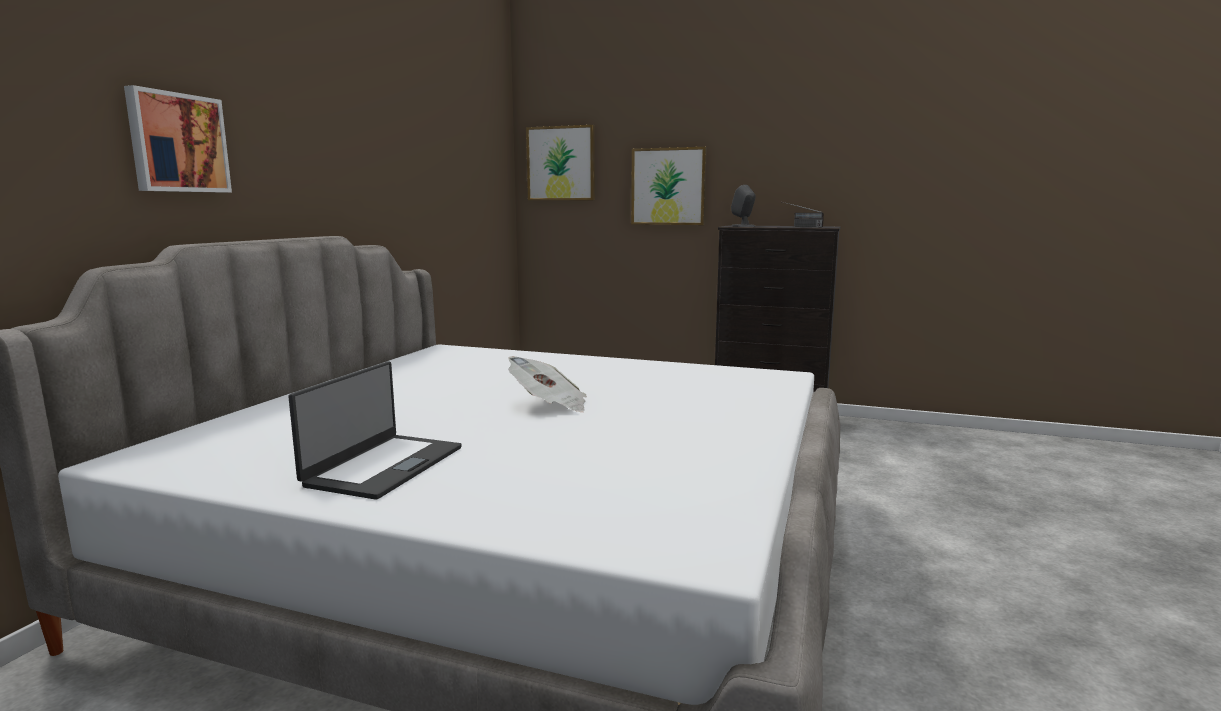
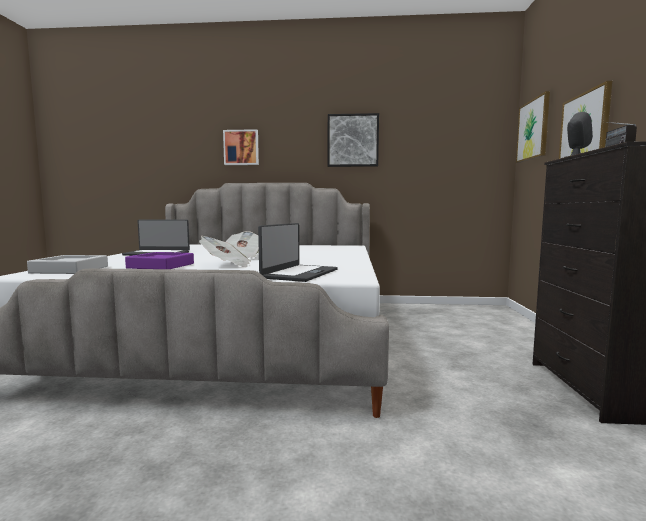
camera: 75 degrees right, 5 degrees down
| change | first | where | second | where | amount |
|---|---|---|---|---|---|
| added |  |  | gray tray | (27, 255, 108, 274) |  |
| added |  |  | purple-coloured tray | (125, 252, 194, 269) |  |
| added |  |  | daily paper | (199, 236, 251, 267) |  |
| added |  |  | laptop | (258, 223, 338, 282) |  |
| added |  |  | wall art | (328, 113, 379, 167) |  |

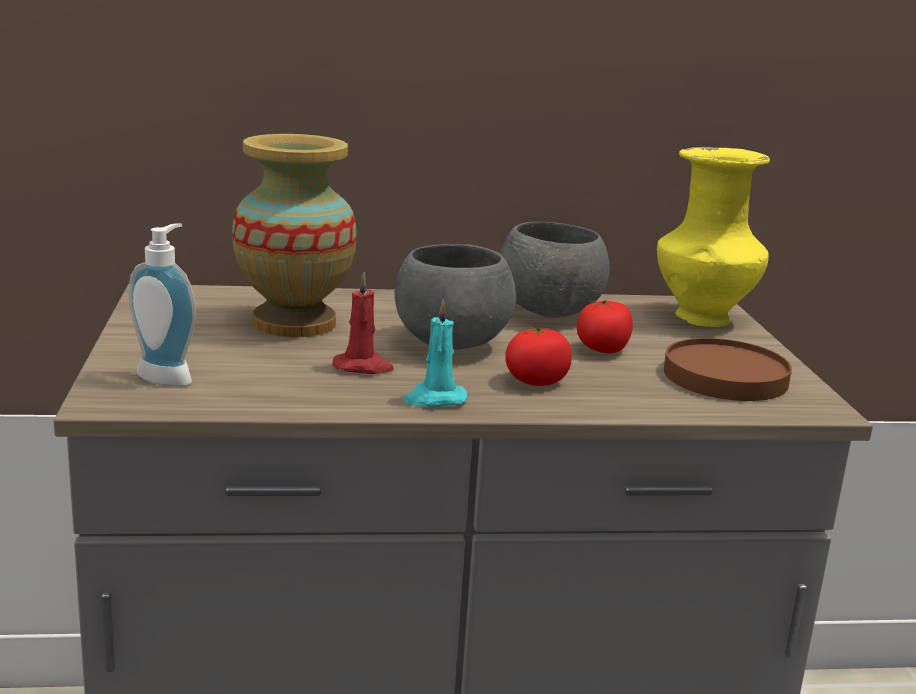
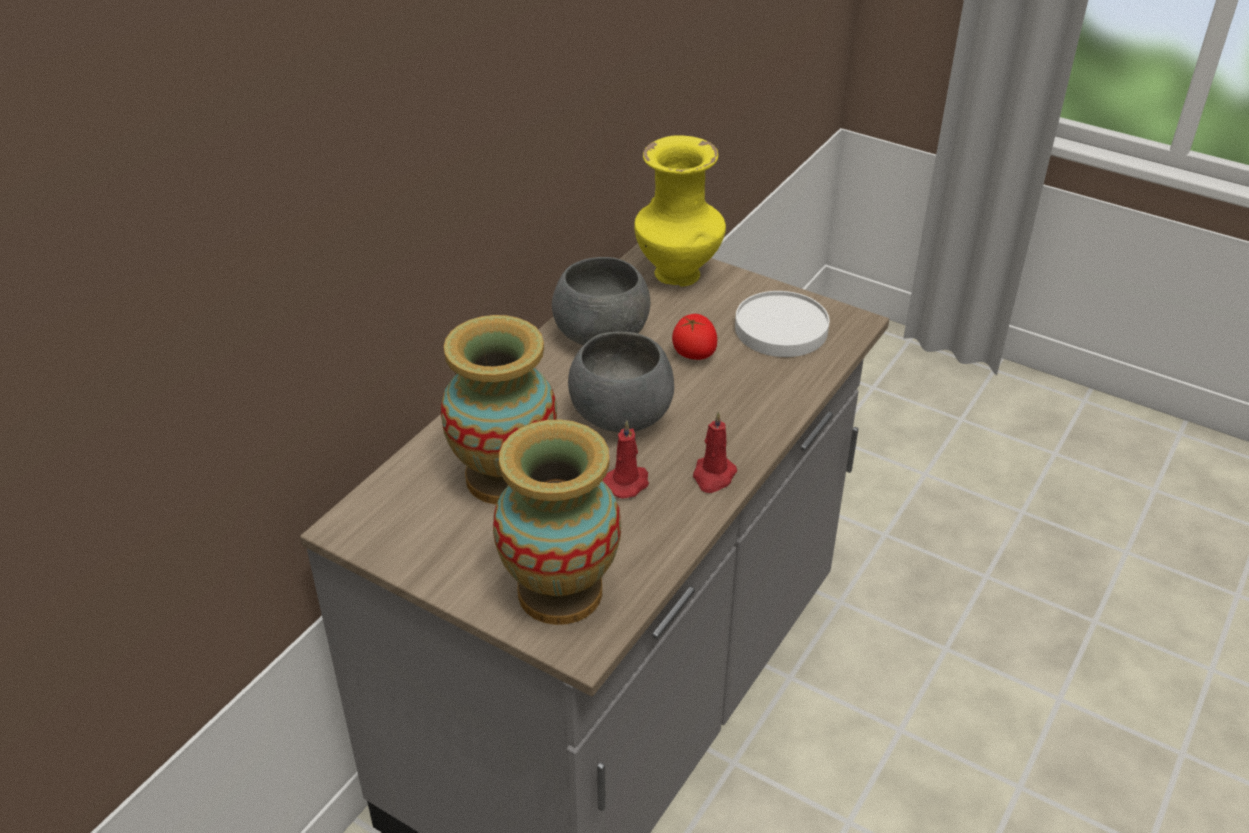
camera: 50 degrees left, 20 degrees up
| change | first | where | second | where | amount |
|---|---|---|---|---|---|
| removed | fresh tomato | (505, 325, 572, 386) |  |  |  |
| replaced | soap dispenser | (128, 223, 196, 387) | flower vase | (493, 419, 621, 625) |  |
| recoloured | blue-green candle | (403, 299, 468, 407) | red-coloured candle | (693, 411, 737, 493) |  |
| recoloured | brown-coloured dinner plate | (664, 338, 792, 401) | whitish dinner plate | (735, 291, 830, 357) |  |

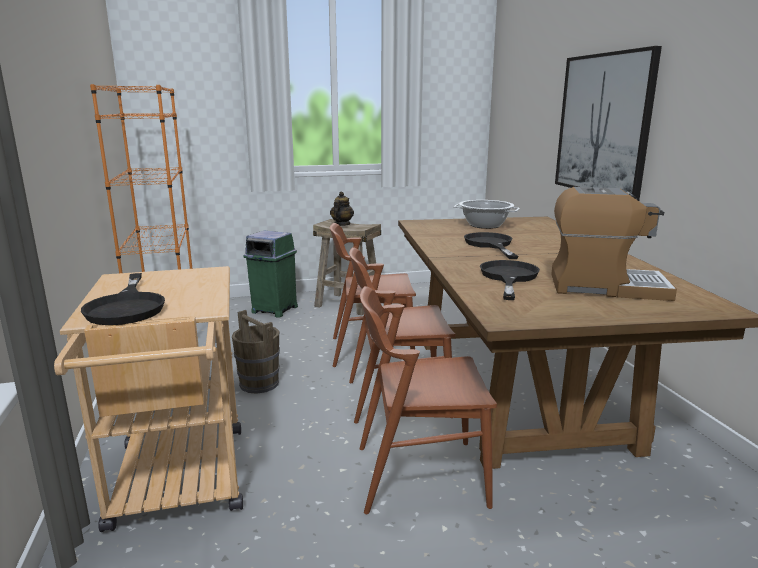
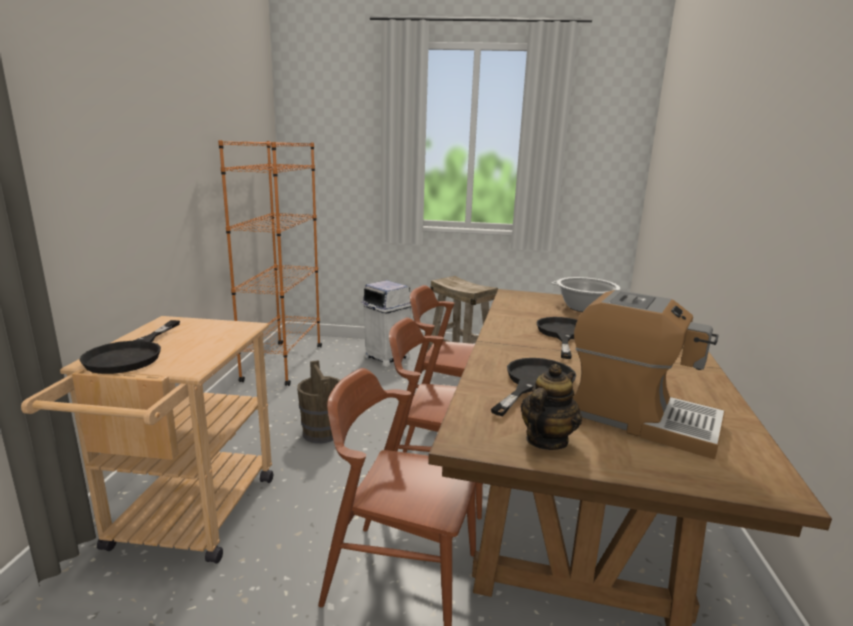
camera: 20 degrees right, 0 degrees up
| change | first | where | second | where | amount |
|---|---|---|---|---|---|
| removed | wall art | (555, 46, 662, 201) |  |  |  |
| moved | pot for tea | (330, 192, 354, 226) |  | (521, 364, 582, 450) |  |
| recoloured | green rubbish bin | (244, 230, 298, 318) | whitish rubbish bin | (361, 280, 411, 367) |  |

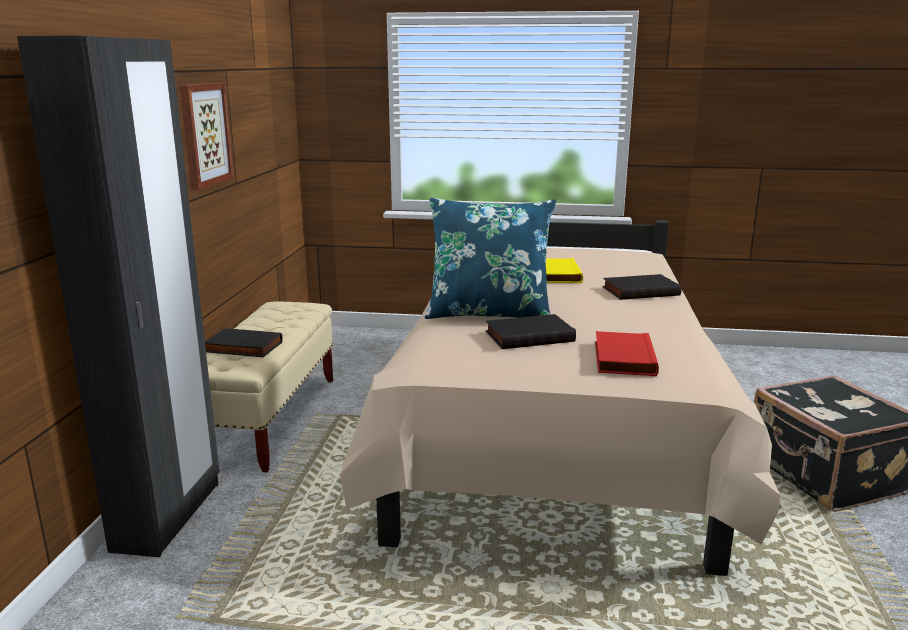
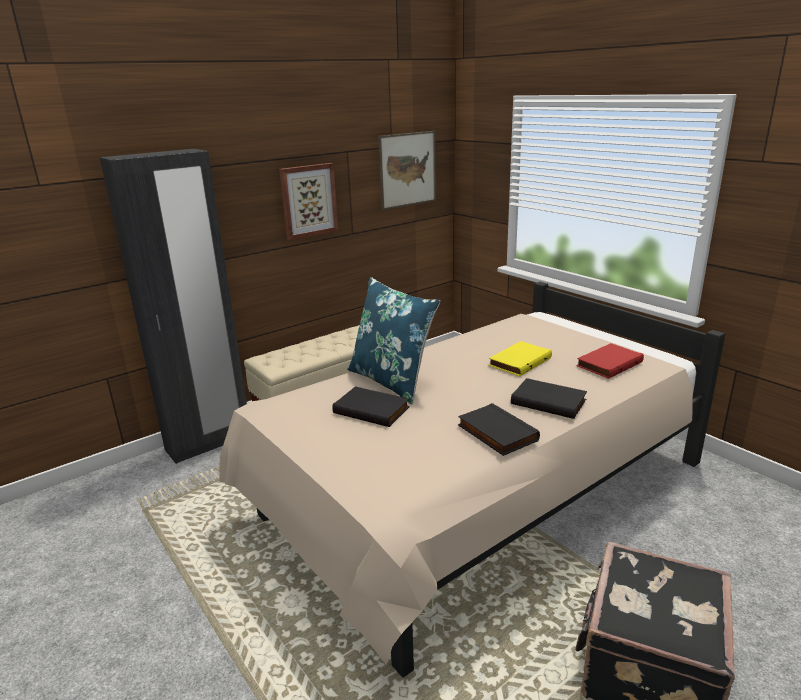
camera: 45 degrees right, 5 degrees up
| change | first | where | second | where | amount |
|---|---|---|---|---|---|
| added |  |  | wall art | (378, 131, 436, 210) |  |
| moved | black bound book | (205, 328, 283, 357) |  | (458, 403, 540, 456) |  |
| moved | red-coloured bound book | (595, 331, 659, 376) |  | (576, 343, 644, 379) |  |

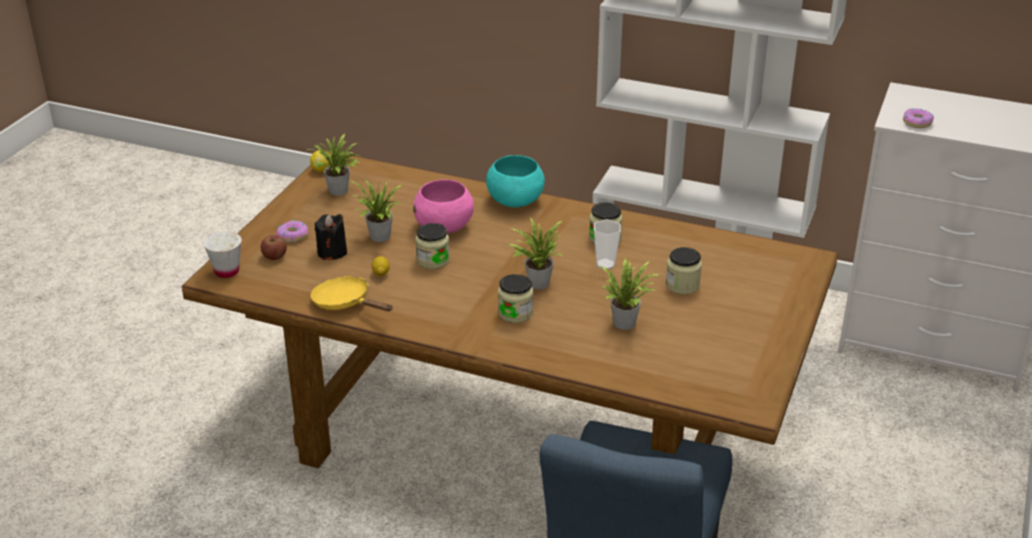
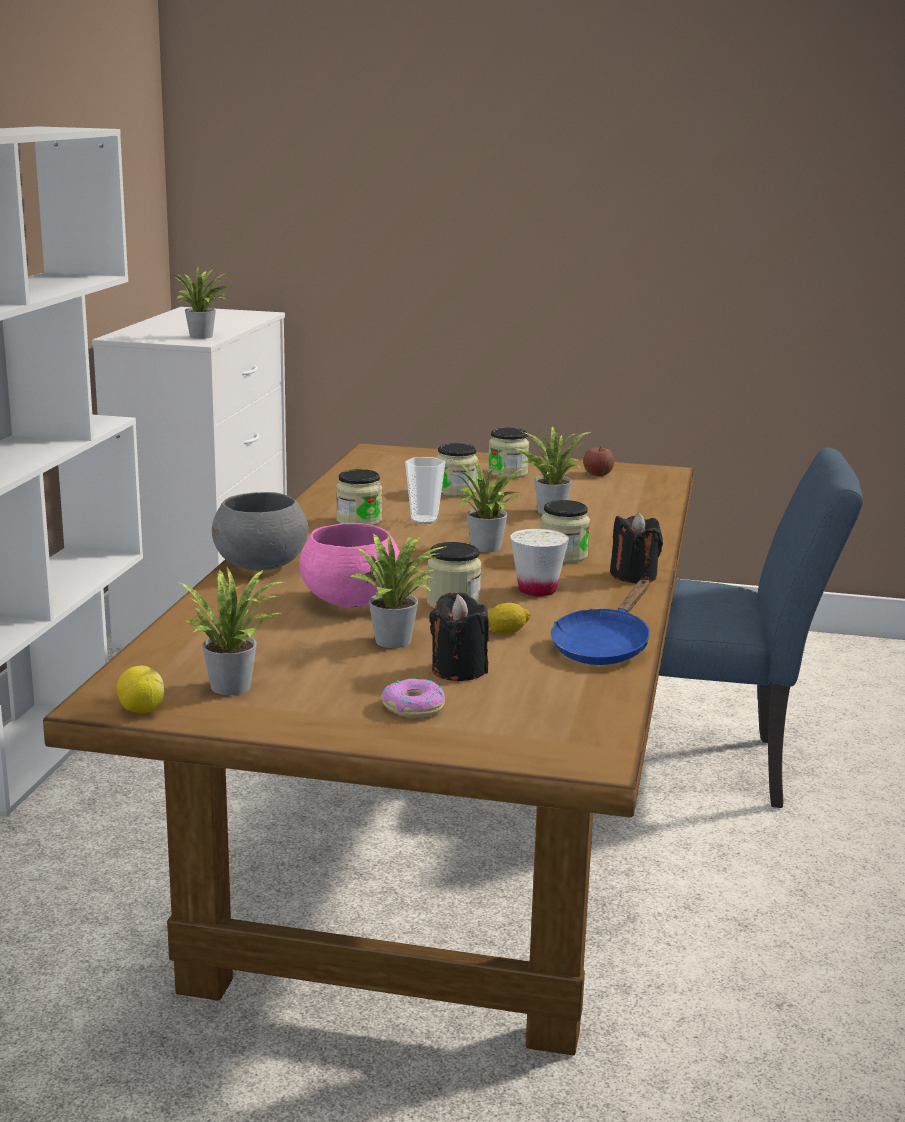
camera: 100 degrees left, 15 degrees down
| change | first | where | second | where | amount |
|---|---|---|---|---|---|
| added |  |  | jar | (488, 428, 529, 478) |  |
| added |  |  | black candle | (610, 512, 663, 583) |  |
| moved | whitish drinking cup | (203, 232, 242, 278) |  | (510, 529, 569, 596) |  |
| moved | whole apple | (261, 235, 287, 260) |  | (583, 446, 614, 476) |  |
| replaced | donut | (903, 108, 934, 128) | plant in a pot | (169, 266, 233, 339) |  |
| recoloured | yellowish pan | (311, 276, 393, 311) | blue pan | (551, 580, 650, 665) |  |
| recoloured | blue-green deep dish | (486, 155, 545, 207) | gray deep dish | (212, 492, 308, 571) |  |

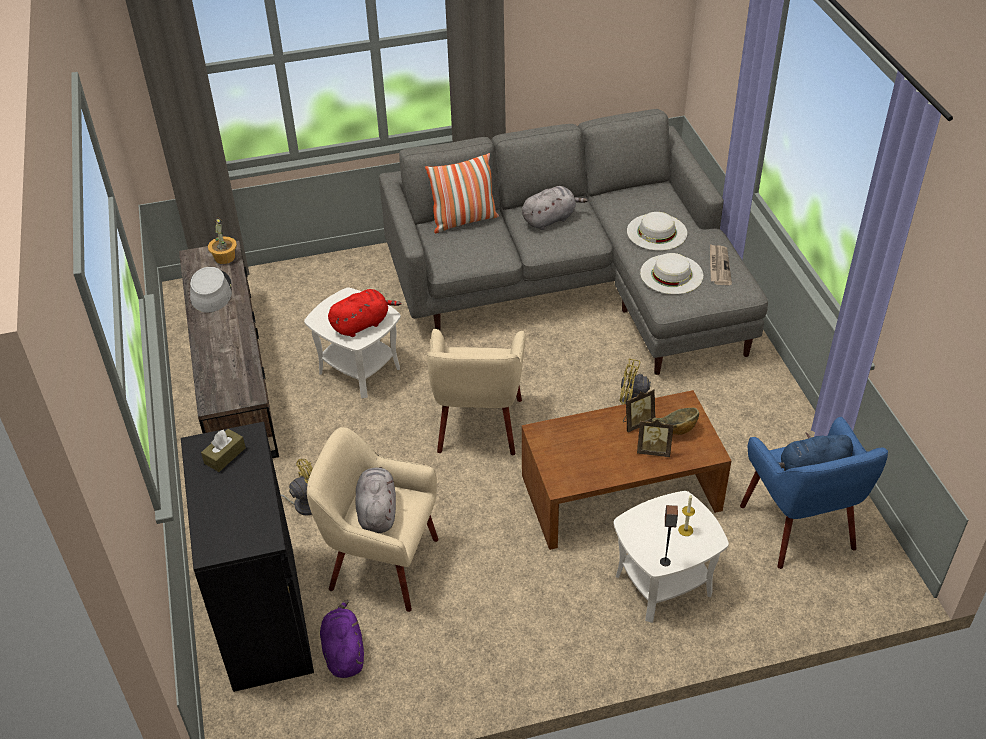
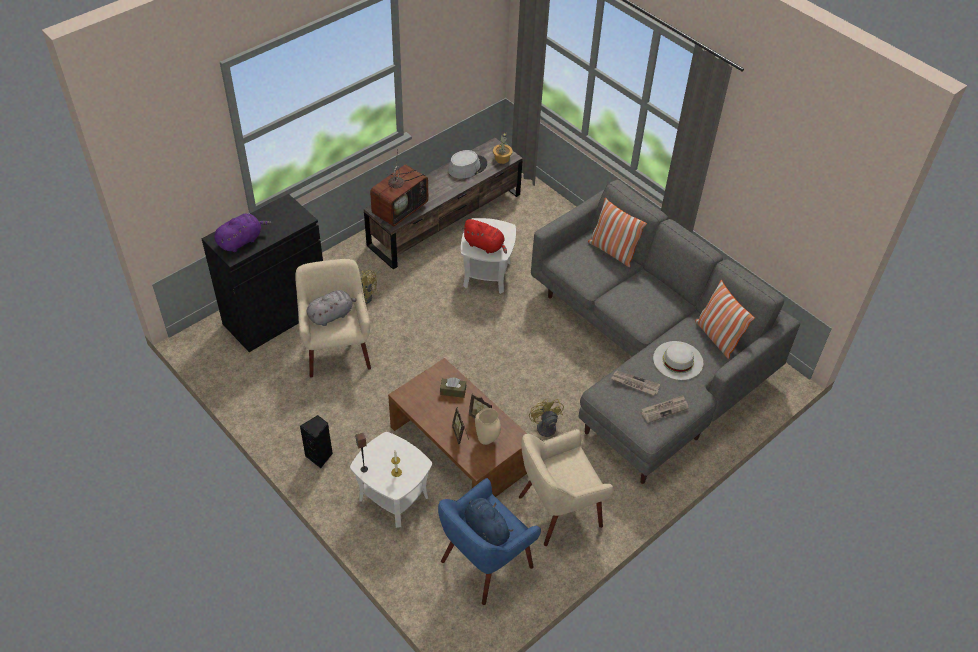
camera: 60 degrees right, 5 degrees up
| change | first | where | second | where | amount |
|---|---|---|---|---|---|
| removed | gray soft toy | (522, 186, 588, 230) |  |  |  |
| added |  |  | black audio speaker | (300, 415, 333, 468) |  |
| added |  |  | TV set | (370, 148, 428, 227) |  |
| added |  |  | throw pillow | (695, 280, 755, 359) |  |
| moved | brown-coloured box of tissues | (201, 429, 246, 472) |  | (440, 378, 466, 398) |  |
| moved | purple-coloured soft toy | (320, 599, 364, 678) |  | (214, 213, 271, 252) |  |
| moved | sand-coloured easy chair | (427, 329, 526, 455) |  | (519, 429, 614, 546) |  |
| replaced | whitish wearable hat | (640, 253, 703, 294) | daily paper | (611, 370, 660, 395) |  |
| replaced | deep dish | (652, 407, 699, 435) | sand-coloured flower vase | (475, 408, 501, 445) |  |

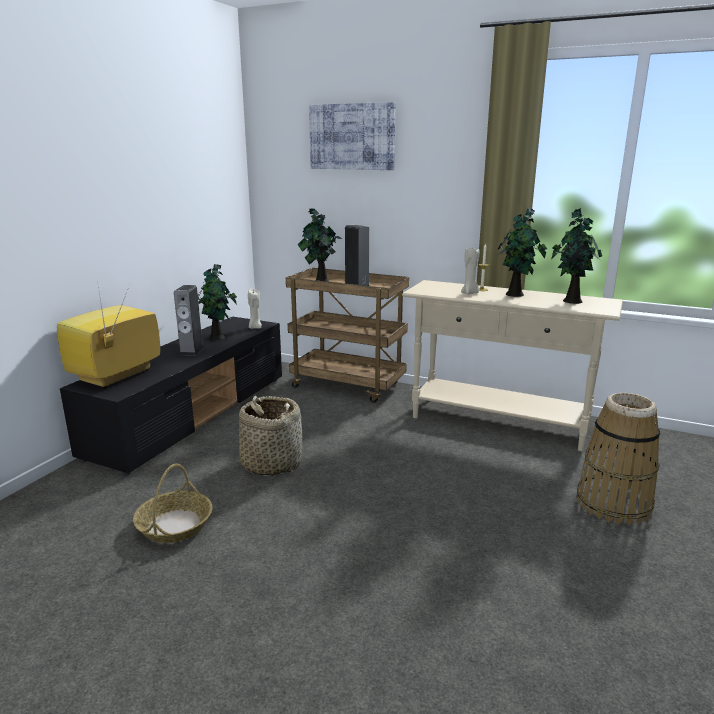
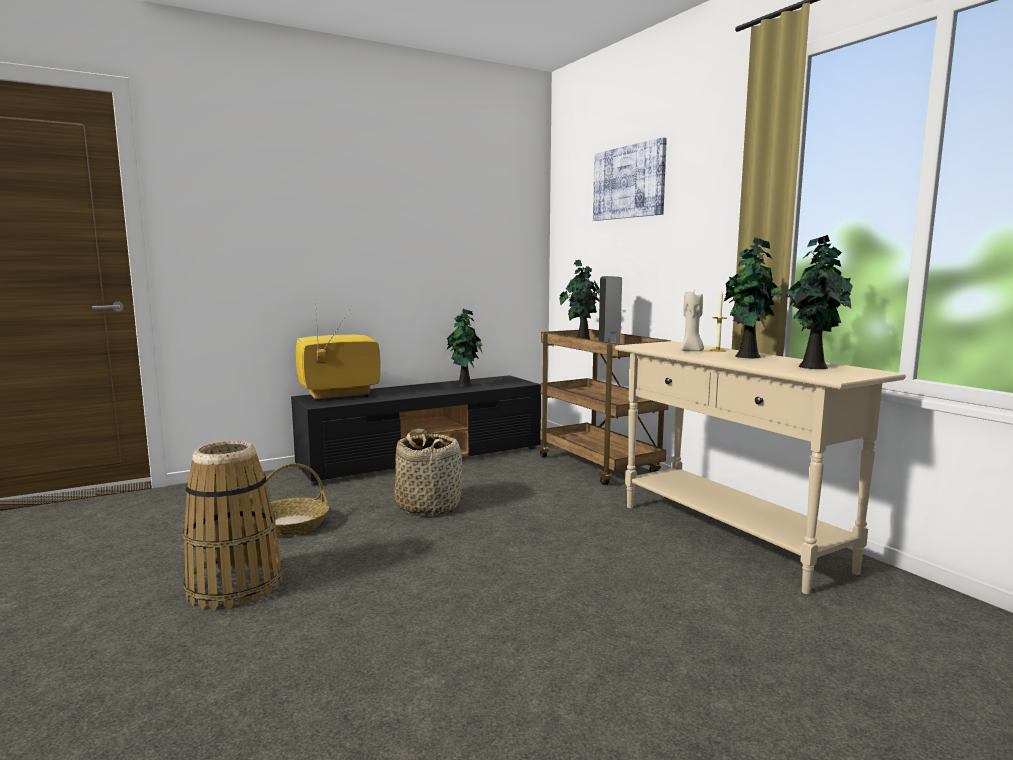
camera: 35 degrees right, 10 degrees down
| change | first | where | second | where | amount |
|---|---|---|---|---|---|
| removed | audio speaker | (174, 285, 204, 356) |  |  |  |
| removed | sand-coloured candle | (248, 289, 262, 329) |  |  |  |
| moved | basket | (577, 393, 660, 525) |  | (182, 441, 282, 610) |  |

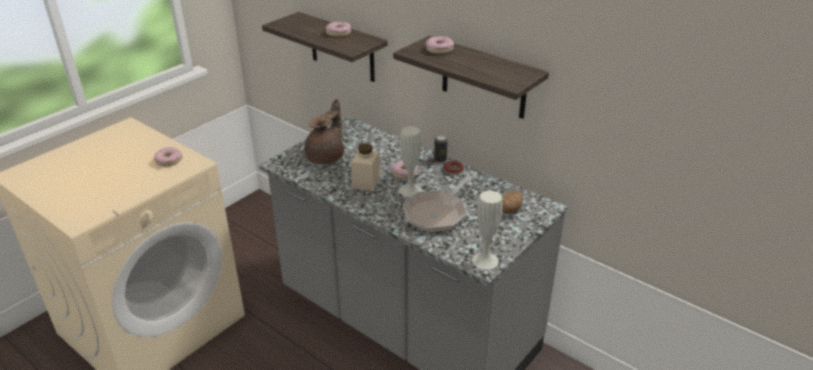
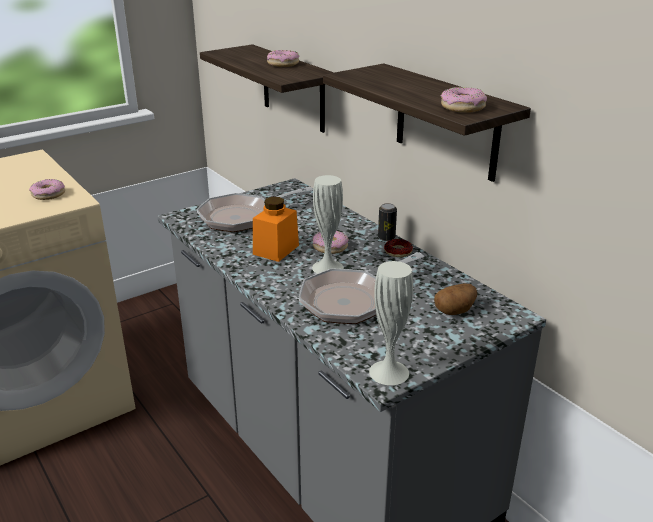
camera: 15 degrees right, 5 degrees down
| change | first | where | second | where | amount |
|---|---|---|---|---|---|
| moved | donut | (425, 36, 454, 54) |  | (440, 87, 487, 113) |  |
| replaced | brown-coloured pot for tea | (305, 99, 344, 164) | pan | (196, 187, 313, 232) |  |
| recoloured | sand-coloured jar | (351, 143, 381, 191) | orangey jar | (253, 197, 299, 262) |  |

